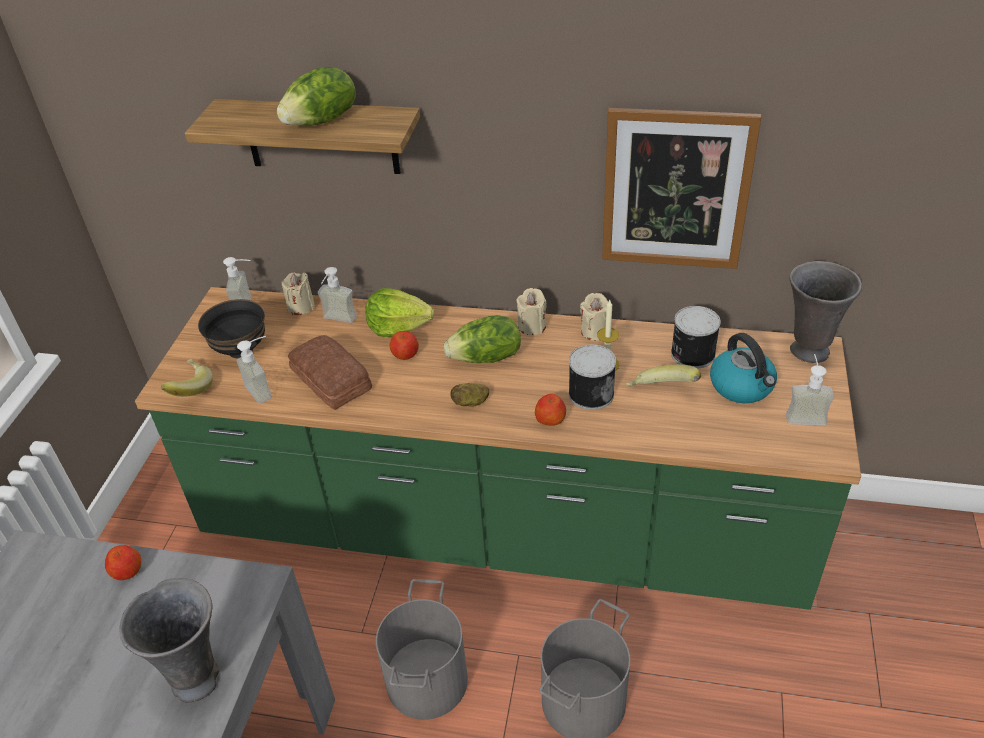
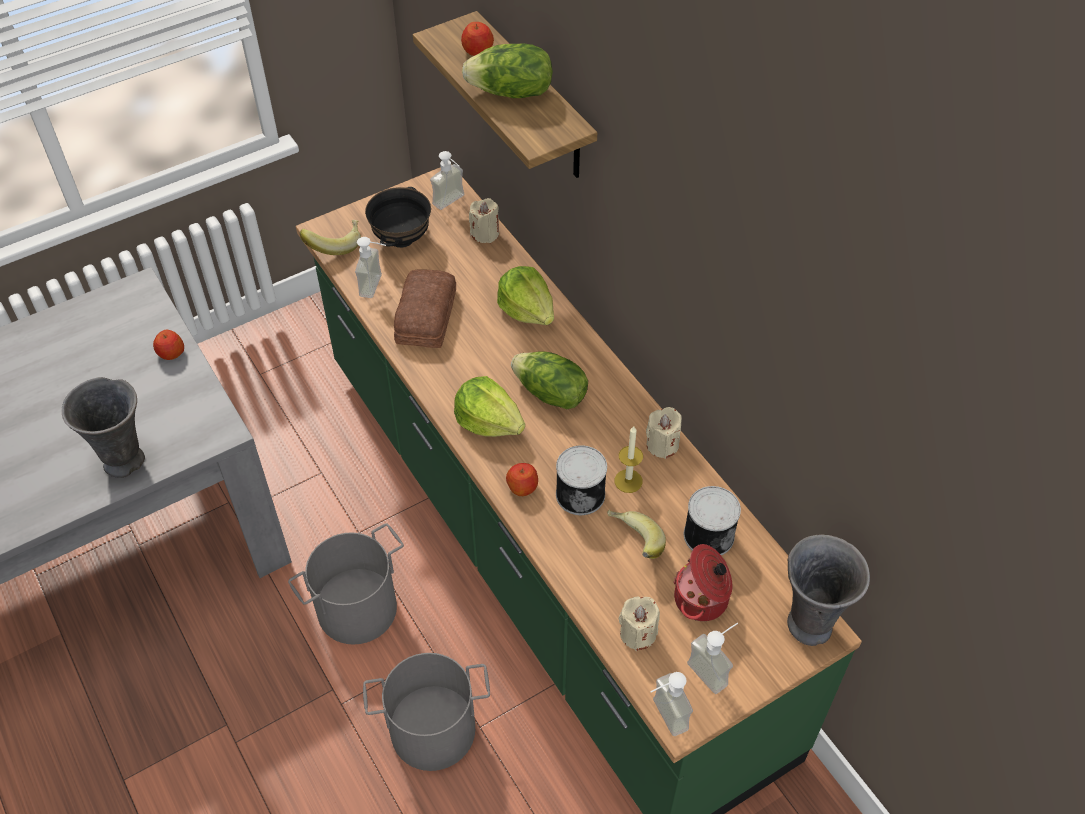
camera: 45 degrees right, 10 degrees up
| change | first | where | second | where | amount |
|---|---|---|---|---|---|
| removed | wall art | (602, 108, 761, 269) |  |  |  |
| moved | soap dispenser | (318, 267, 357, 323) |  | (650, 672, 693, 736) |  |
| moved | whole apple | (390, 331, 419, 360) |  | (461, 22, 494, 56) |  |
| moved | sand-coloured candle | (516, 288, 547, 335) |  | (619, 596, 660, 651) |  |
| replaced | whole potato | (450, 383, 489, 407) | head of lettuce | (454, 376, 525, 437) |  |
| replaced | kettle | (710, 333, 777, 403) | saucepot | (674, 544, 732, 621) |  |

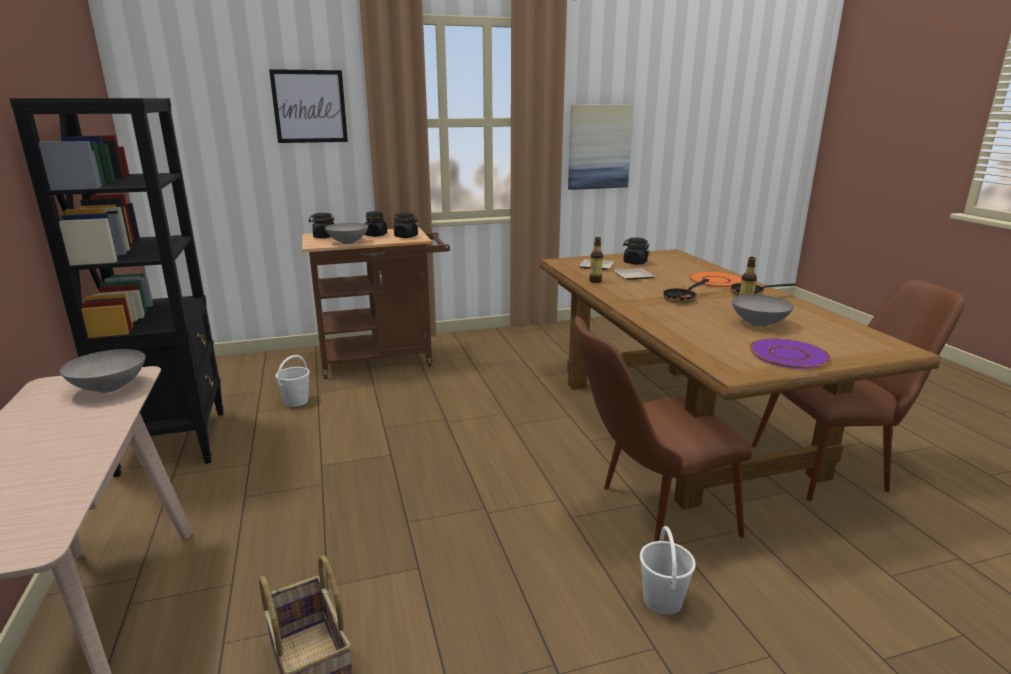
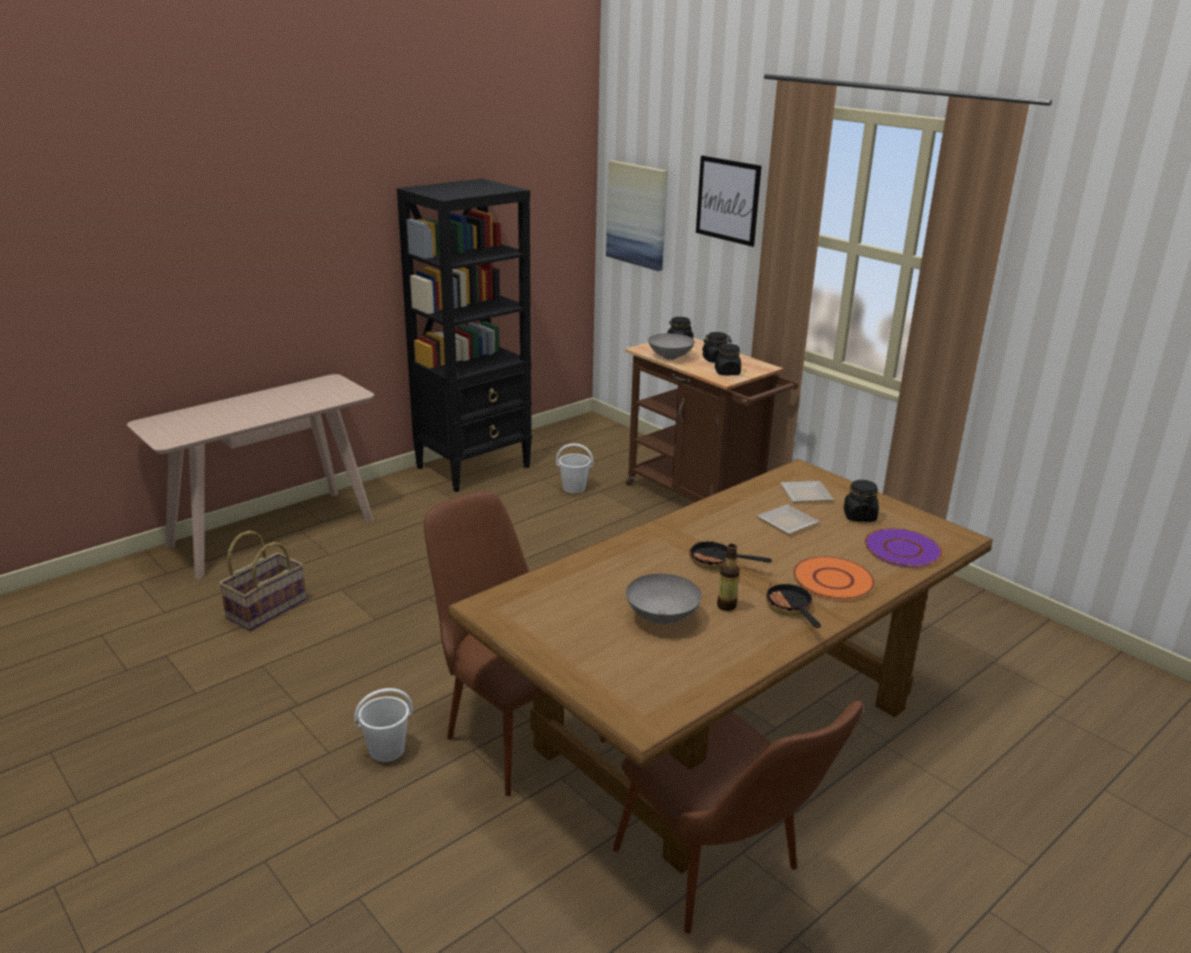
camera: 65 degrees right, 5 degrees up
| change | first | where | second | where | amount |
|---|---|---|---|---|---|
| removed | gray deep dish | (60, 349, 145, 393) |  |  |  |
| removed | drink bottle | (589, 237, 603, 283) |  |  |  |
| moved | wall art | (568, 105, 634, 190) |  | (606, 160, 667, 271) |  |
| moved | purple-coloured dinner plate | (749, 338, 831, 369) |  | (864, 528, 943, 568) |  |

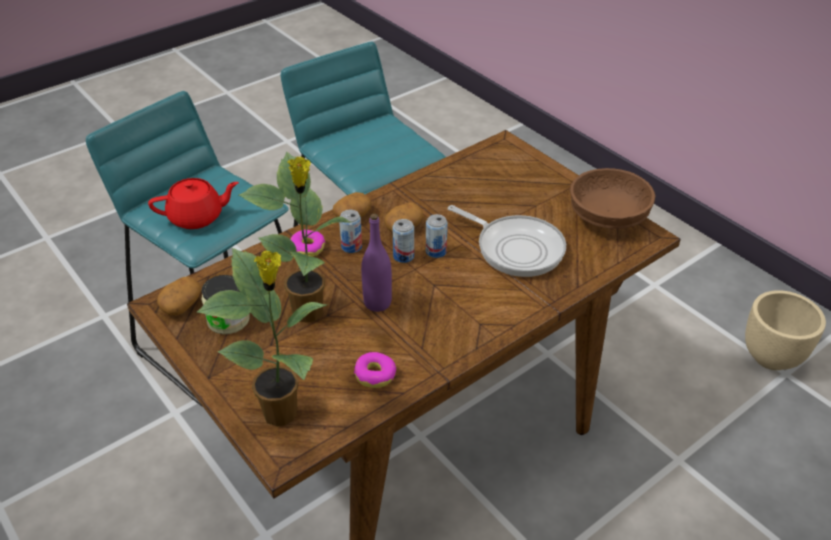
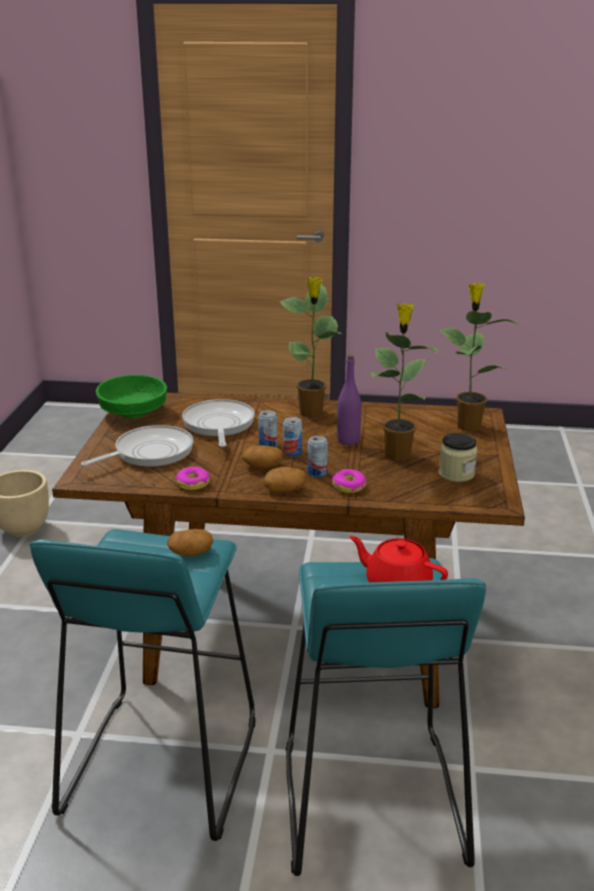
camera: 135 degrees left, 15 degrees down
| change | first | where | second | where | amount |
|---|---|---|---|---|---|
| added |  |  | pan | (81, 425, 194, 467) |  |
| added |  |  | plant in a pot | (279, 276, 343, 418) |  |
| moved | whole potato | (157, 276, 201, 315) |  | (167, 529, 213, 556) |  |
| moved | donut | (354, 352, 397, 388) |  | (176, 467, 210, 490) |  |
| recoloured | brown-coloured deep dish | (570, 168, 655, 229) | green deep dish | (96, 375, 167, 418) |  |

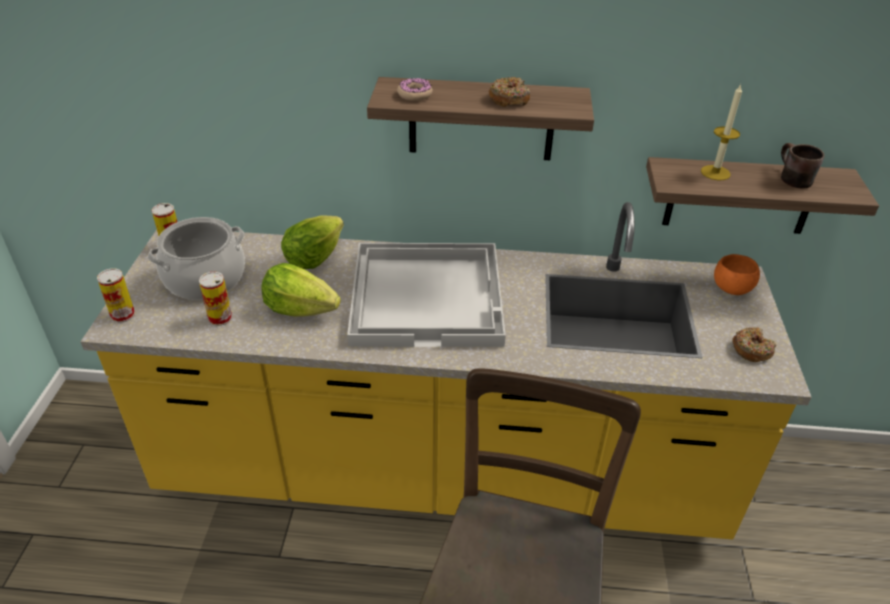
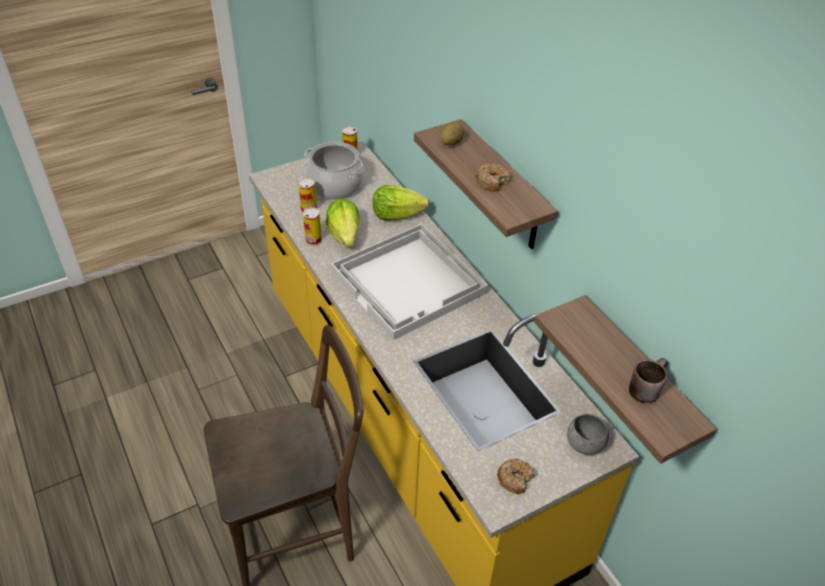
camera: 55 degrees right, 5 degrees up
| change | first | where | second | where | amount |
|---|---|---|---|---|---|
| removed | candle | (701, 84, 742, 180) |  |  |  |
| moved | sealed can | (97, 268, 135, 323) |  | (303, 207, 322, 246) |  |
| replaced | donut | (397, 78, 433, 101) | whole potato | (440, 122, 464, 145) |  |
| recoloured | orangey deep dish | (714, 254, 760, 295) | gray deep dish | (567, 414, 609, 455) |  |

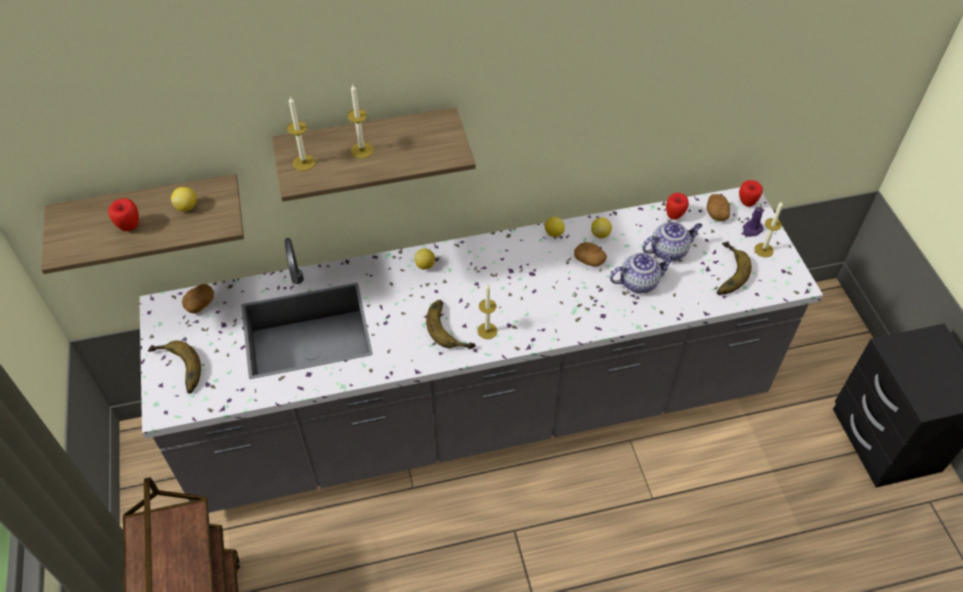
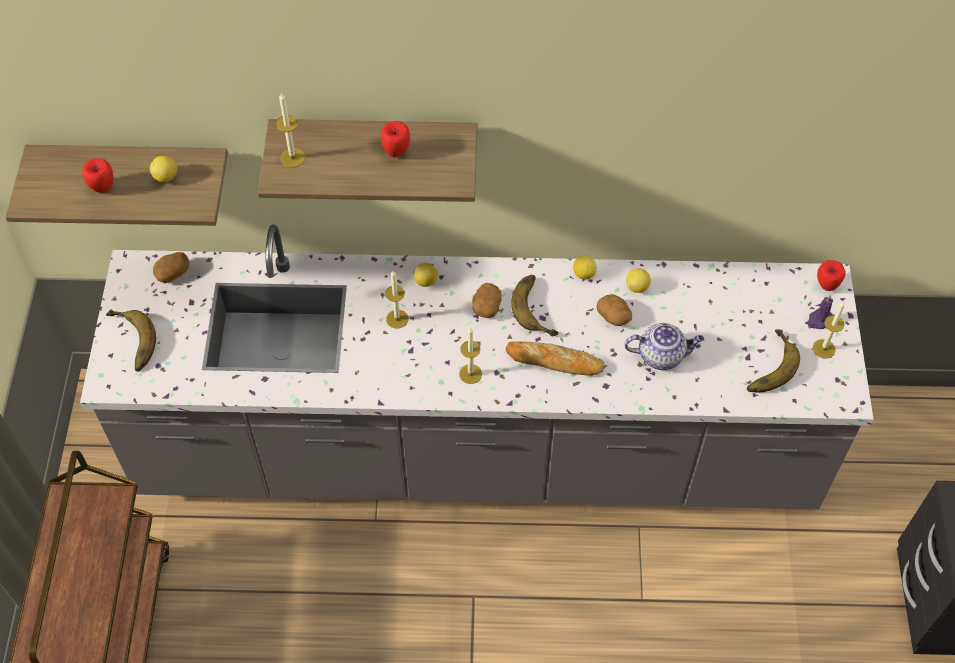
camera: 15 degrees right, 5 degrees up
| change | first | where | second | where | amount |
|---|---|---|---|---|---|
| removed | pot for tea | (642, 221, 703, 261) |  |  |  |
| added |  |  | bakery bread | (506, 341, 605, 376) |  |
| moved | candle | (347, 84, 373, 159) |  | (385, 271, 408, 329) |  |
| moved | whole banana | (426, 300, 476, 349) |  | (511, 275, 558, 337) |  |
| moved | whole apple | (666, 193, 689, 220) |  | (381, 121, 410, 157) |  |
| moved | whole potato | (707, 194, 730, 221) |  | (472, 283, 502, 318) |  |

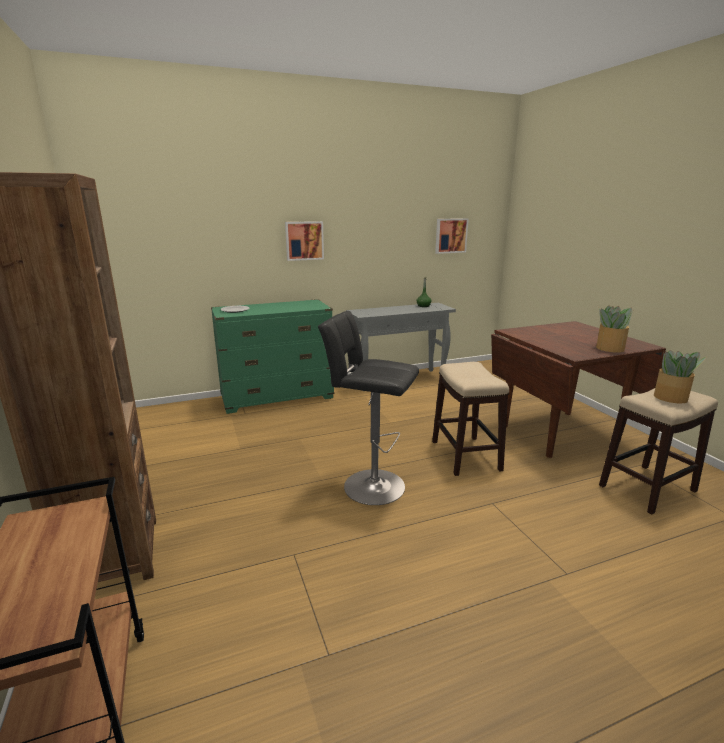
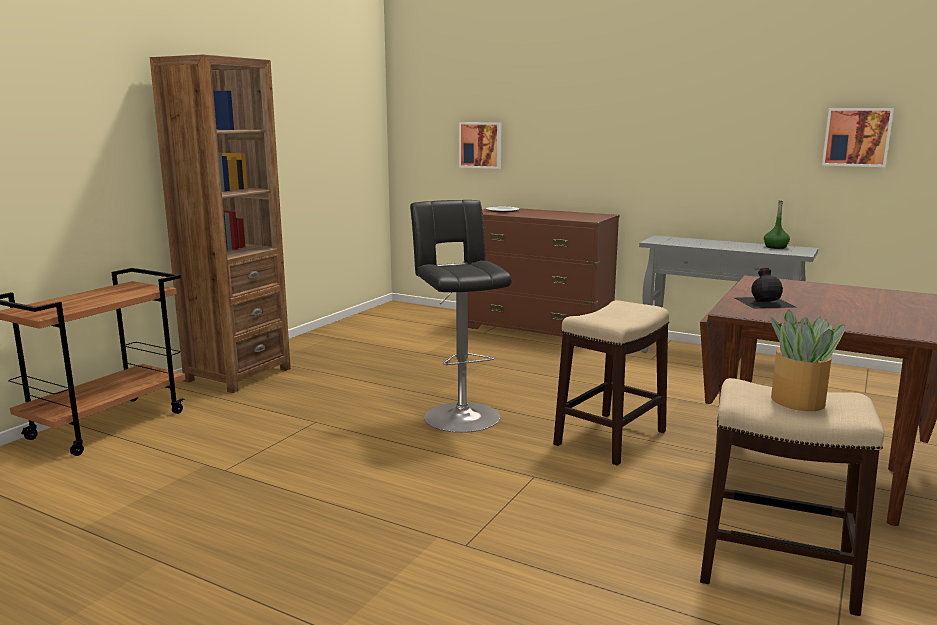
camera: 50 degrees right, 5 degrees down
| change | first | where | second | where | amount |
|---|---|---|---|---|---|
| removed | plant in a pot | (596, 305, 633, 353) |  |  |  |
| added |  |  | black drink bottle | (735, 267, 798, 309) |  |
| moved | wall art | (285, 221, 324, 261) |  | (459, 122, 502, 169) |  |
| recoloured | green drawer chest | (211, 299, 335, 414) | brown-coloured drawer chest | (468, 206, 620, 337) |  |

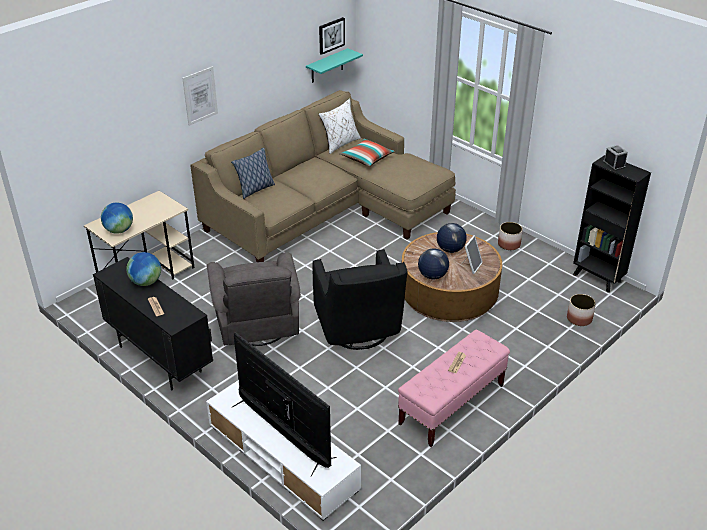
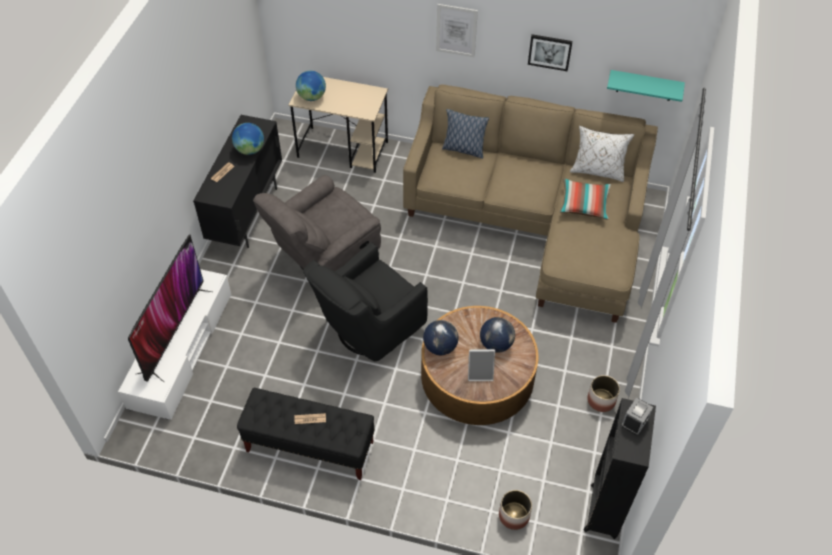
camera: 60 degrees right, 15 degrees up
| change | first | where | second | where | amount |
|---|---|---|---|---|---|
| moved | wall art | (319, 17, 345, 55) |  | (528, 34, 573, 71) |  |
| recoloured | pink bench | (398, 330, 510, 447) | black bench | (237, 388, 375, 480) |  |

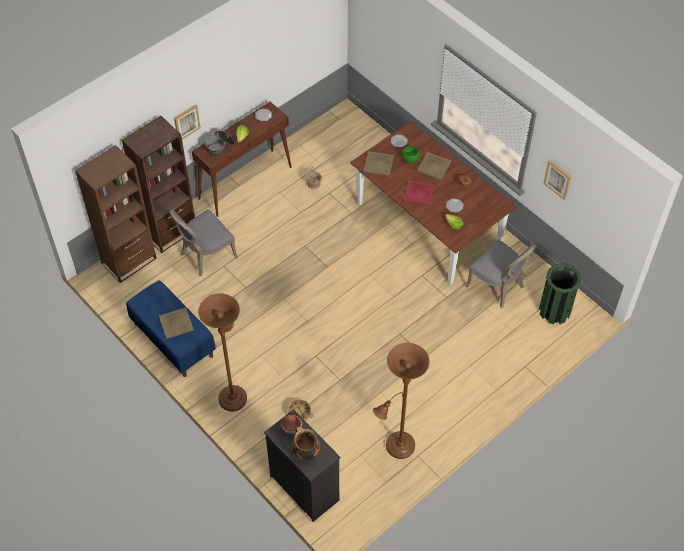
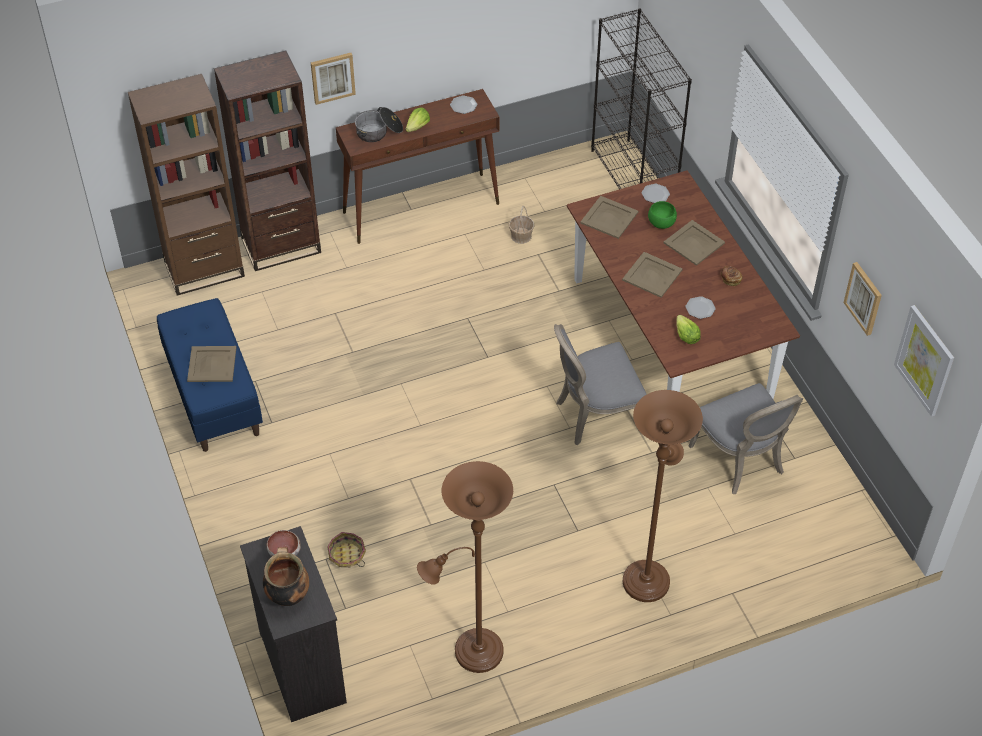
camera: 20 degrees right, 5 degrees down
| change | first | where | second | where | amount |
|---|---|---|---|---|---|
| removed | green rubbish bin | (539, 263, 581, 324) |  |  |  |
| added |  |  | black shelving unit | (591, 8, 692, 189) |  |
| added |  |  | wall art | (894, 305, 954, 417) |  |
| moved | gray plain chair | (170, 209, 238, 276) |  | (554, 324, 647, 445) |  |
| moved | brown-coloured standing lamp | (198, 293, 247, 412) |  | (623, 390, 703, 602) |  |
| recoloured | red-coloured tray | (403, 180, 435, 206) | sand-coloured tray | (622, 252, 683, 298) |  |

